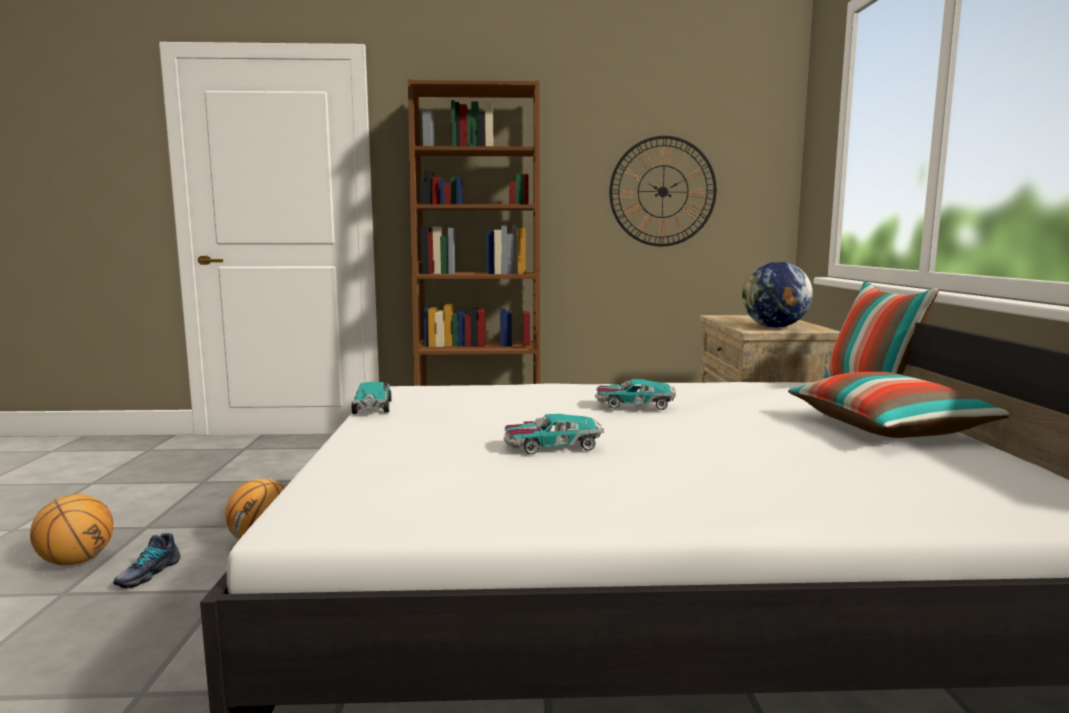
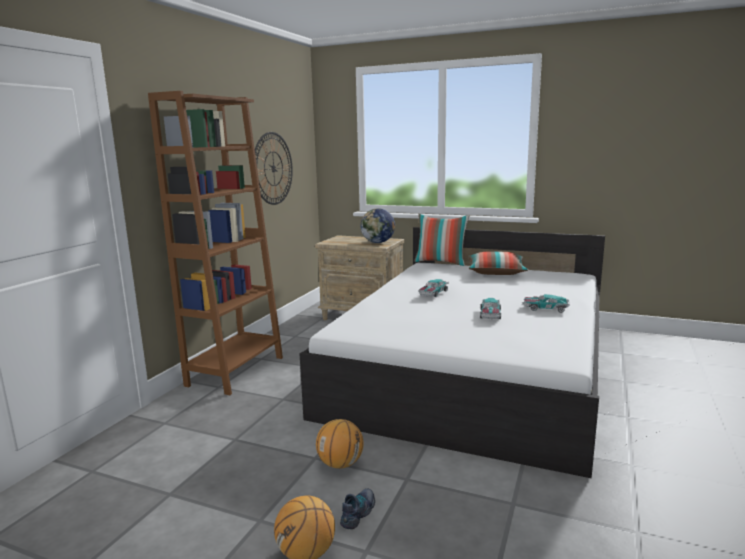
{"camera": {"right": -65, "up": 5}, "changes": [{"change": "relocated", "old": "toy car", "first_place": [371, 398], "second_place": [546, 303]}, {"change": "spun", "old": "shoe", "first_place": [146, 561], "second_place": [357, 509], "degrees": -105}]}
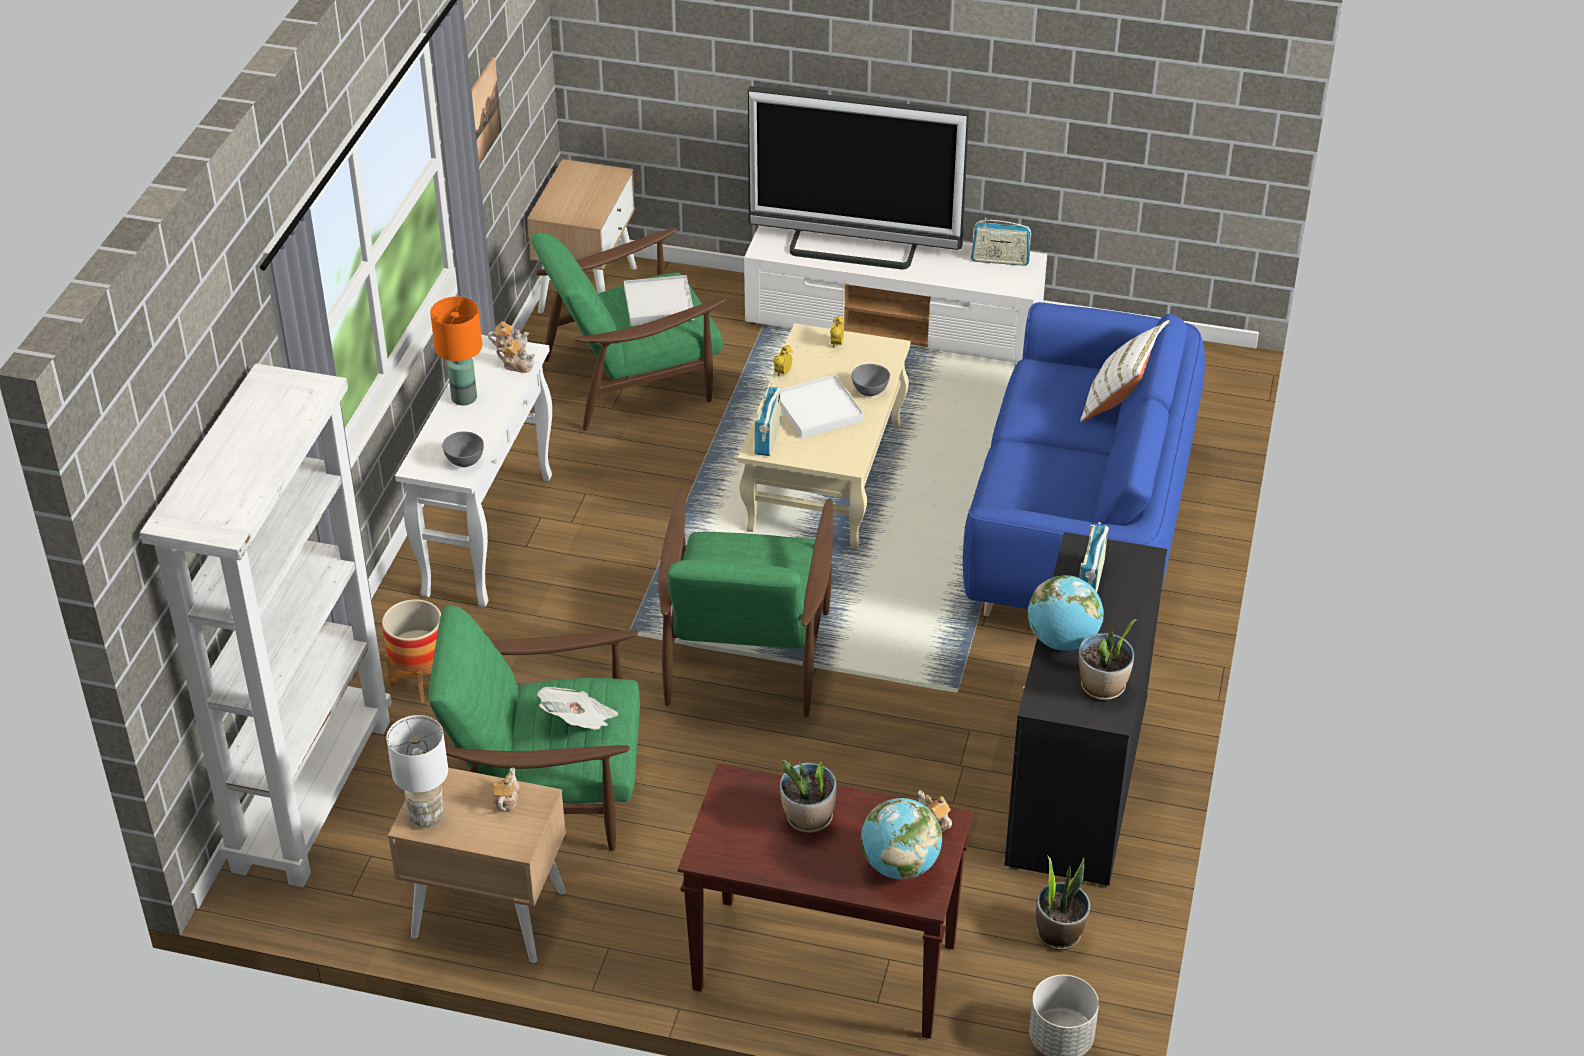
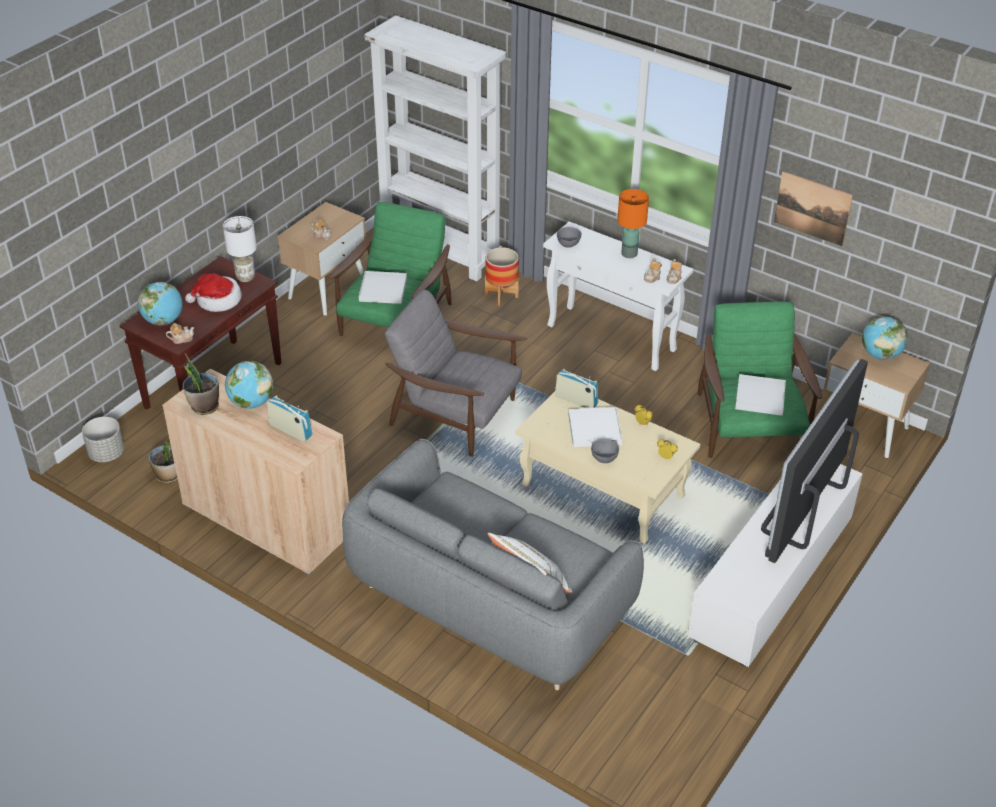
{"camera": {"right": 110, "up": 0}, "changes": [{"change": "missing", "old": "radio", "first_place": [1001, 242]}, {"change": "appeared", "new": "globe", "second_place": [885, 338]}, {"change": "relocated", "old": "white table lamp", "first_place": [417, 771], "second_place": [240, 249]}, {"change": "exchanged", "old": "newspaper", "new": "white tray", "first_place": [577, 708], "second_place": [383, 287]}, {"change": "exchanged", "old": "potted plant", "new": "hat", "first_place": [808, 796], "second_place": [213, 293]}, {"change": "colour", "old": "green armchair", "new": "grey armchair", "first_place": [745, 602], "second_place": [456, 373]}, {"change": "colour", "old": "blue sofa", "new": "grey sofa", "first_place": [1084, 459], "second_place": [493, 564]}, {"change": "colour", "old": "black cabinet", "new": "beige cabinet", "first_place": [1085, 709], "second_place": [255, 472]}]}
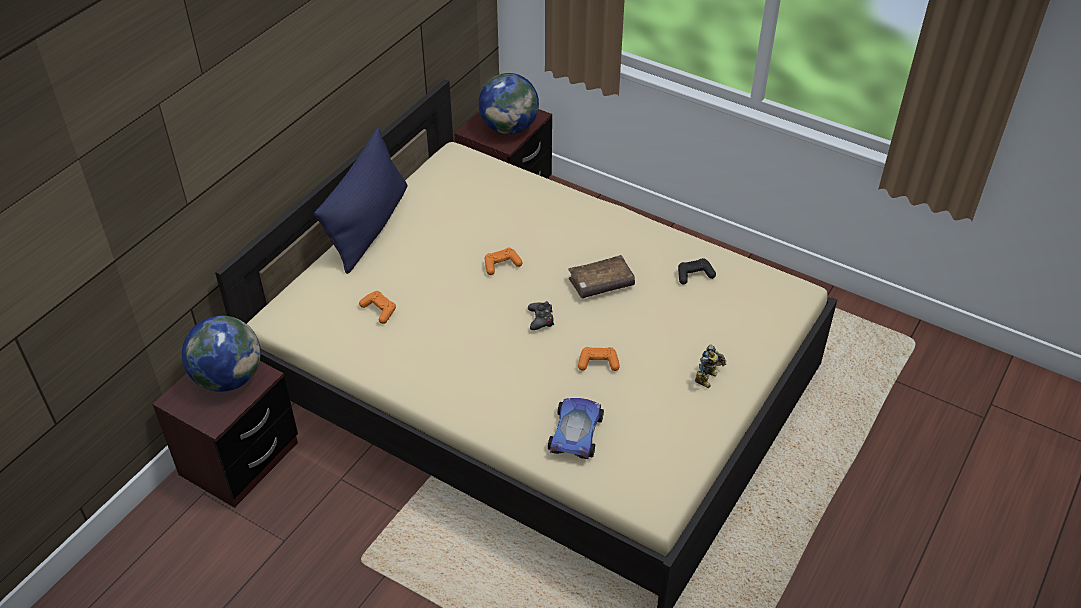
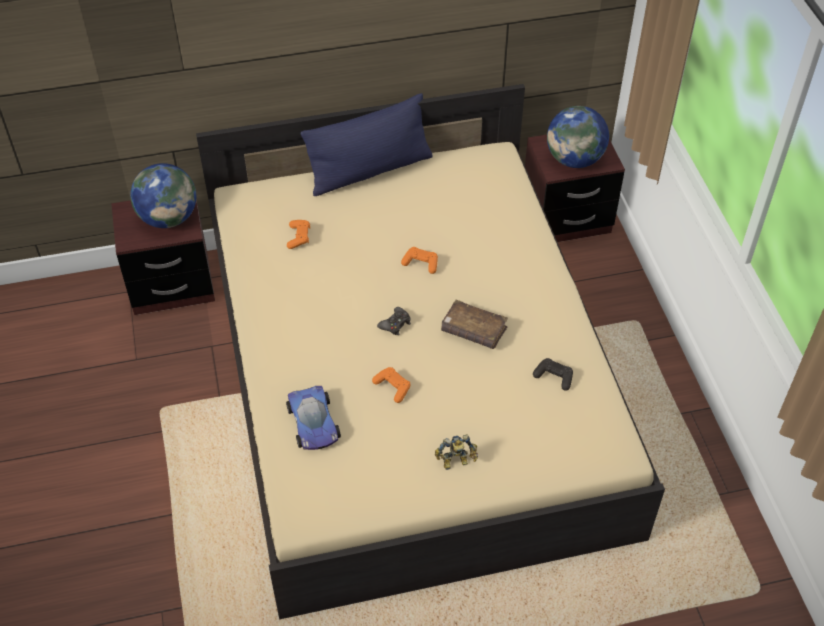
{"camera": {"right": 45, "up": 5}, "changes": [{"change": "spun", "old": "toy car", "first_place": [576, 428], "second_place": [313, 418], "degrees": 105}]}
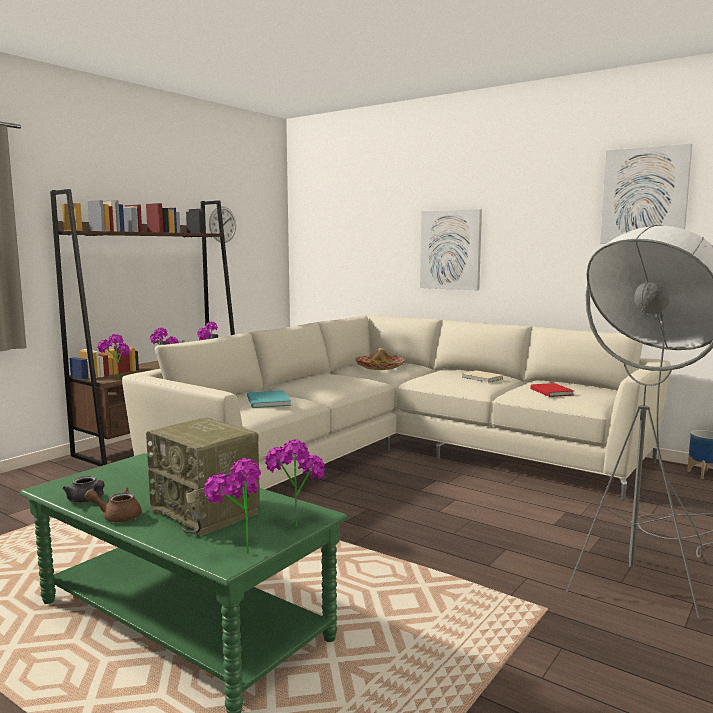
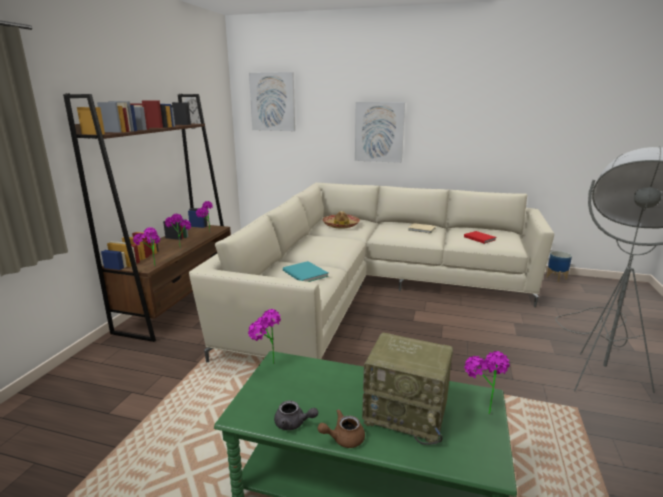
{"camera": {"right": -20, "up": 10}, "changes": [{"change": "relocated", "old": "potted plant", "first_place": [232, 505], "second_place": [264, 336]}, {"change": "relocated", "old": "picture", "first_place": [646, 194], "second_place": [272, 101]}]}
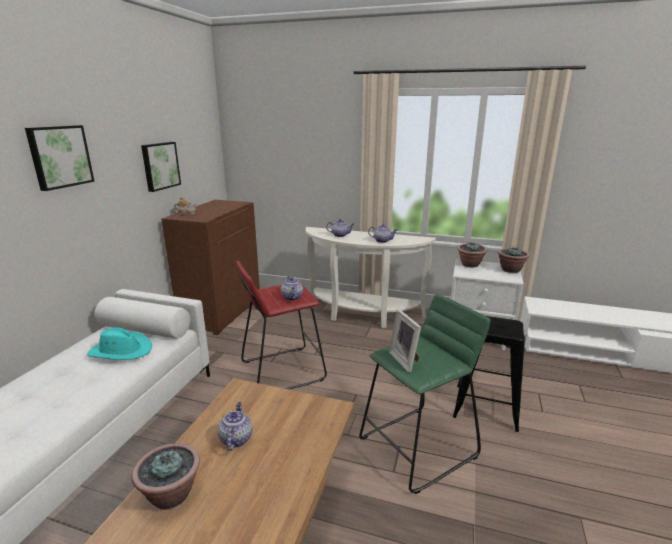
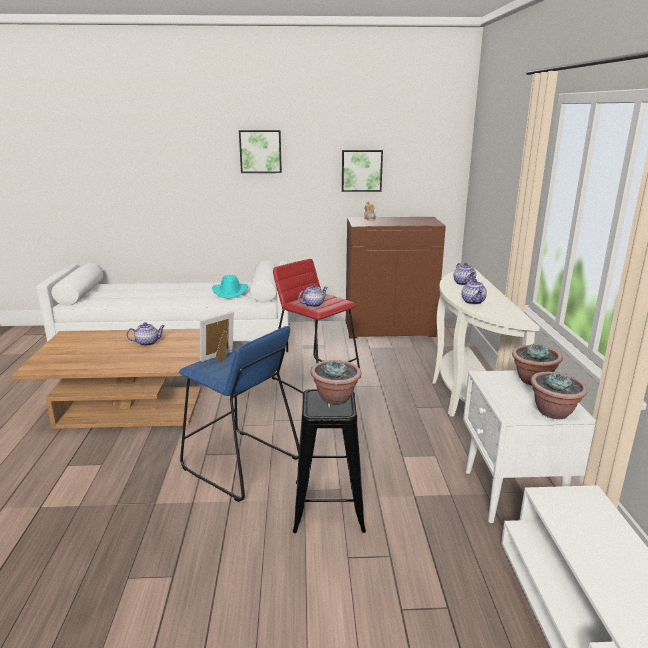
{"camera": {"right": 70, "up": 0}, "changes": [{"change": "relocated", "old": "potted plant", "first_place": [166, 476], "second_place": [335, 382]}, {"change": "colour", "old": "green stool", "new": "blue stool", "first_place": [424, 394], "second_place": [239, 414]}]}
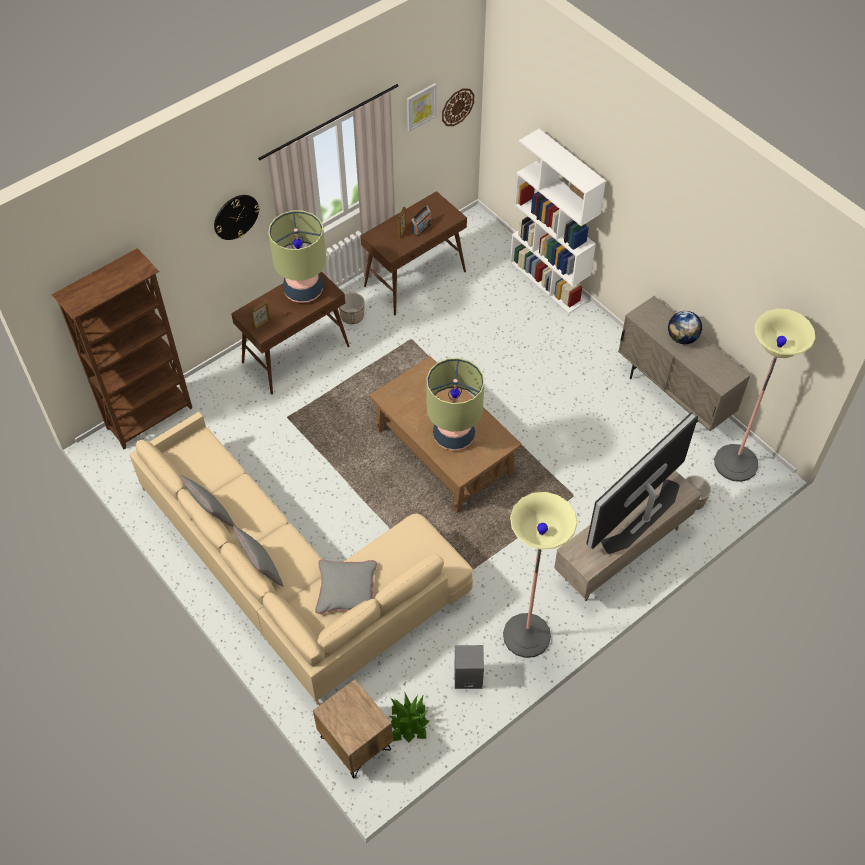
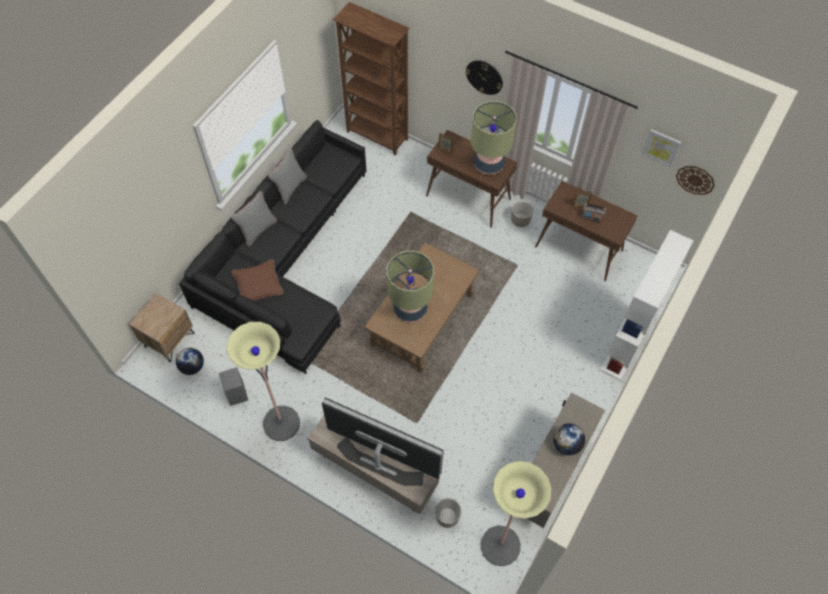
{"camera": {"right": 70, "up": 5}, "changes": [{"change": "exchanged", "old": "potted plant", "new": "globe", "first_place": [408, 718], "second_place": [190, 361]}, {"change": "colour", "old": "beige sofa", "new": "black sofa", "first_place": [301, 558], "second_place": [273, 247]}, {"change": "colour", "old": "grey pillow", "new": "brown pillow", "first_place": [346, 586], "second_place": [257, 280]}]}
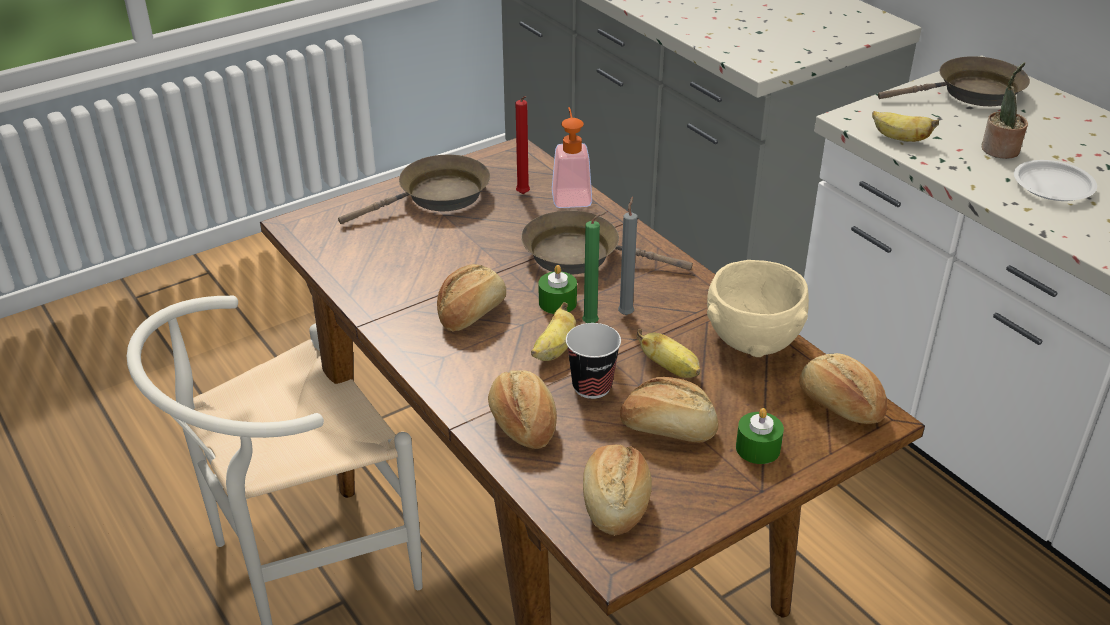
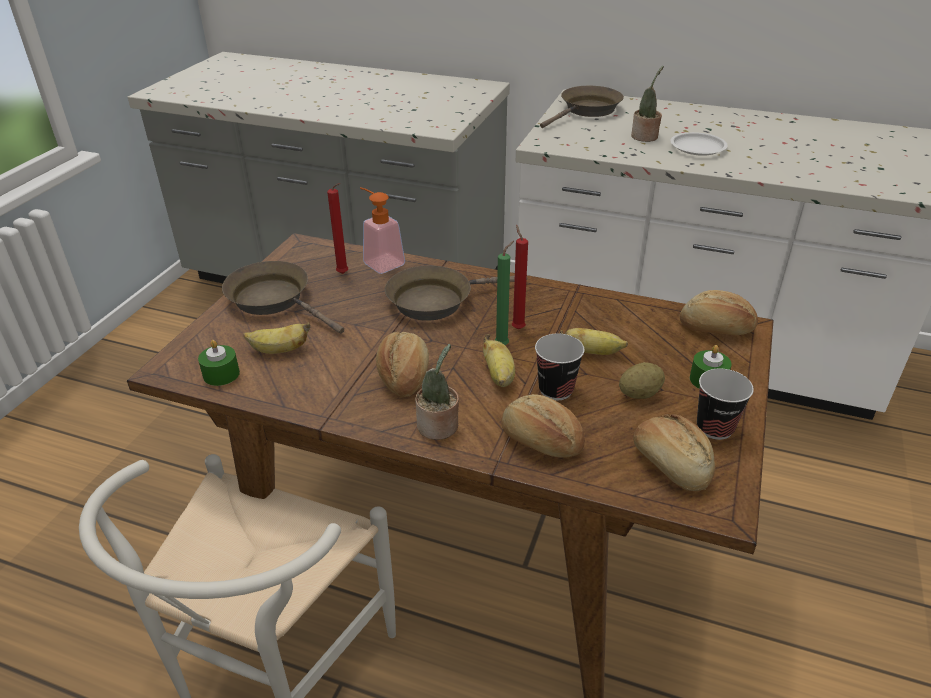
{"camera": {"right": -35, "up": 0}, "changes": [{"change": "missing", "old": "beige bowl", "first_place": [758, 308]}, {"change": "appeared", "new": "potted plant", "second_place": [437, 392]}, {"change": "appeared", "new": "cup", "second_place": [725, 404]}, {"change": "relocated", "old": "green candle", "first_place": [558, 289], "second_place": [219, 363]}, {"change": "relocated", "old": "banana", "first_place": [905, 126], "second_place": [277, 338]}, {"change": "exchanged", "old": "bread", "new": "potato", "first_place": [669, 409], "second_place": [642, 380]}, {"change": "colour", "old": "grey candle", "new": "red candle", "first_place": [627, 255], "second_place": [520, 277]}, {"change": "spun", "old": "brown frying pan", "first_place": [414, 189], "second_place": [283, 297], "degrees": -75}]}
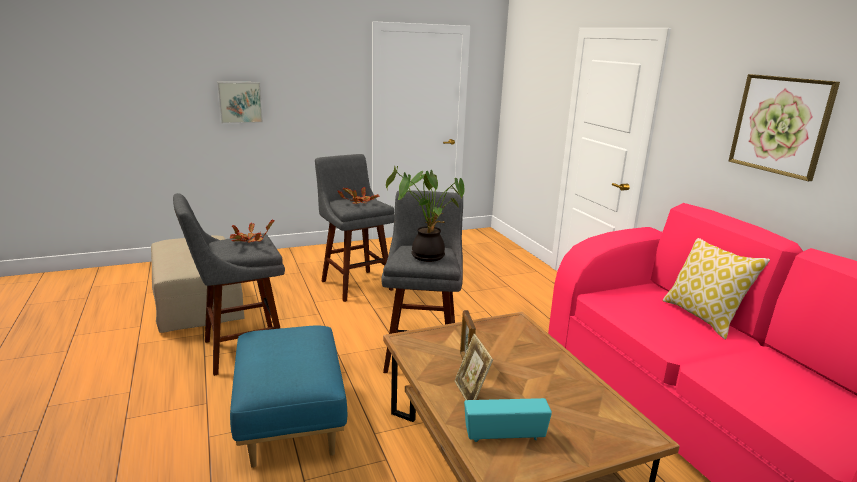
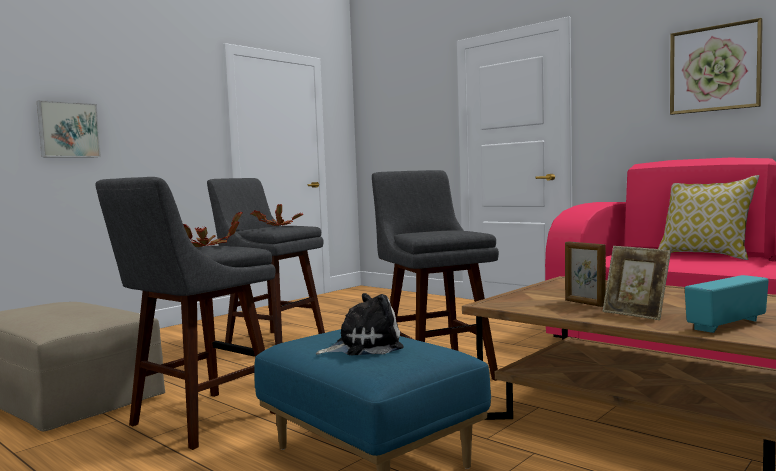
{"camera": {"right": -25, "up": -15}, "changes": [{"change": "missing", "old": "potted plant", "first_place": [425, 214]}, {"change": "appeared", "new": "plush toy", "second_place": [359, 324]}]}
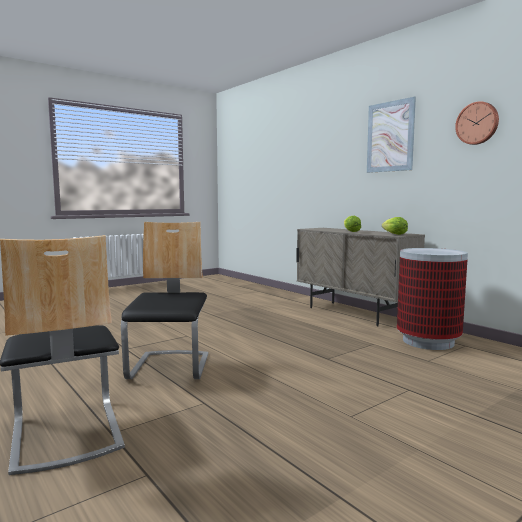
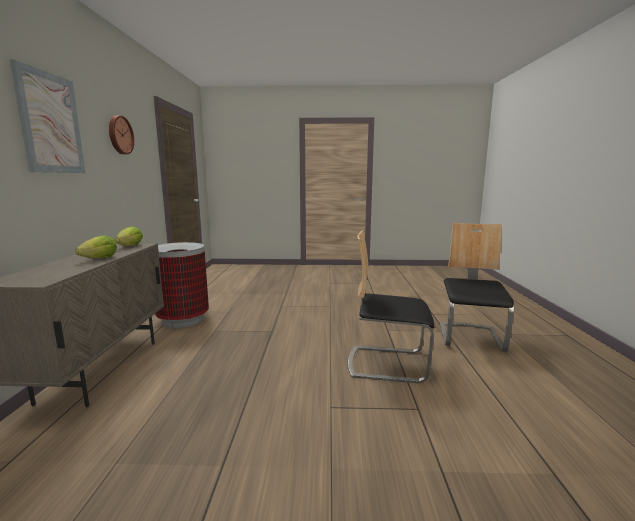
{"camera": {"right": -140, "up": 5}, "changes": [{"change": "spun", "old": "chair", "first_place": [164, 300], "second_place": [391, 306], "degrees": 60}]}
